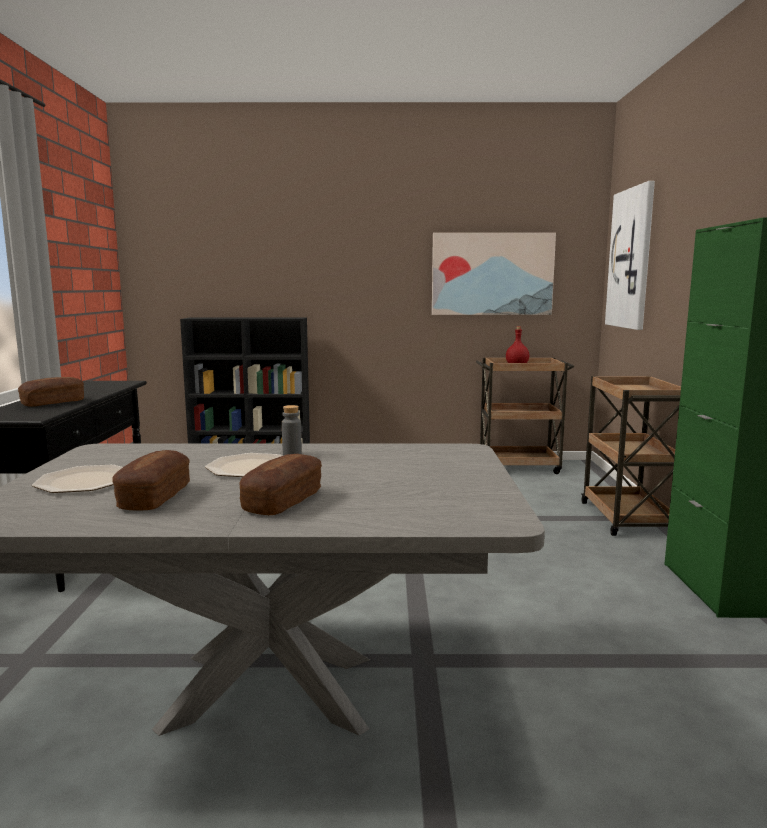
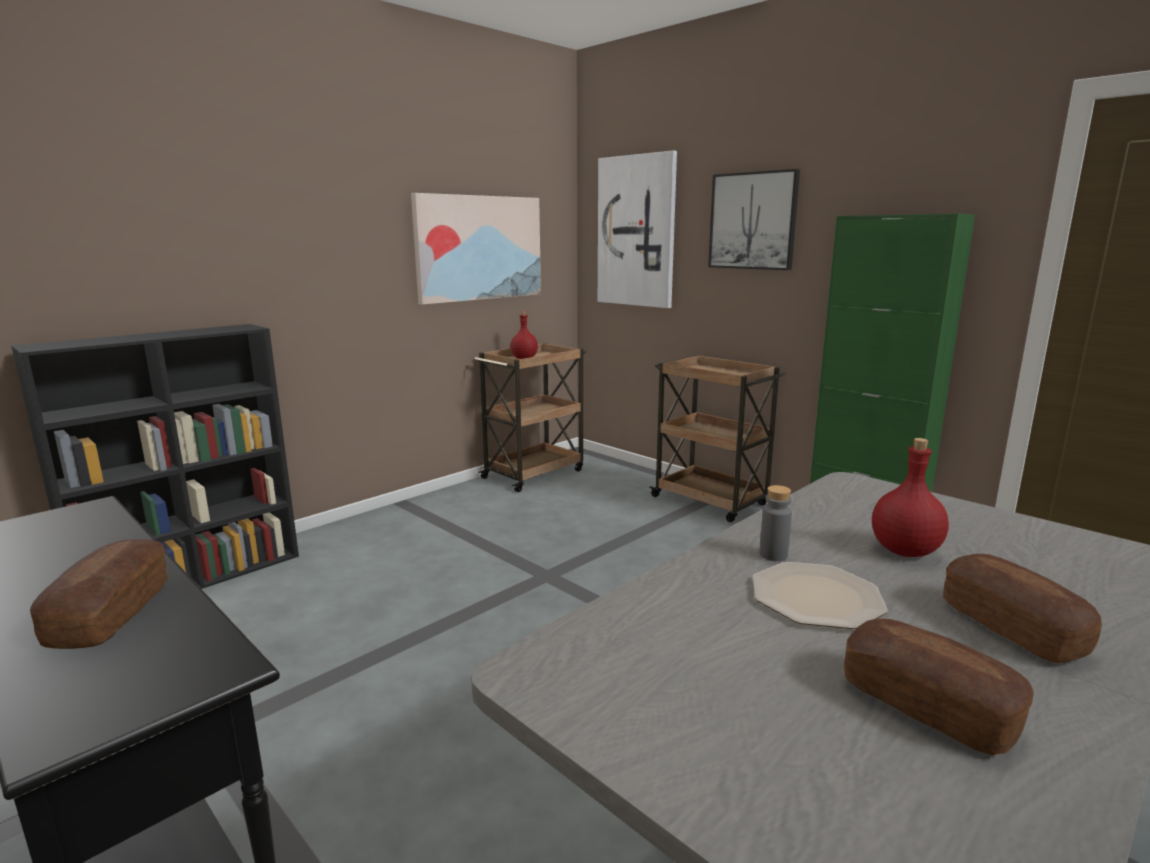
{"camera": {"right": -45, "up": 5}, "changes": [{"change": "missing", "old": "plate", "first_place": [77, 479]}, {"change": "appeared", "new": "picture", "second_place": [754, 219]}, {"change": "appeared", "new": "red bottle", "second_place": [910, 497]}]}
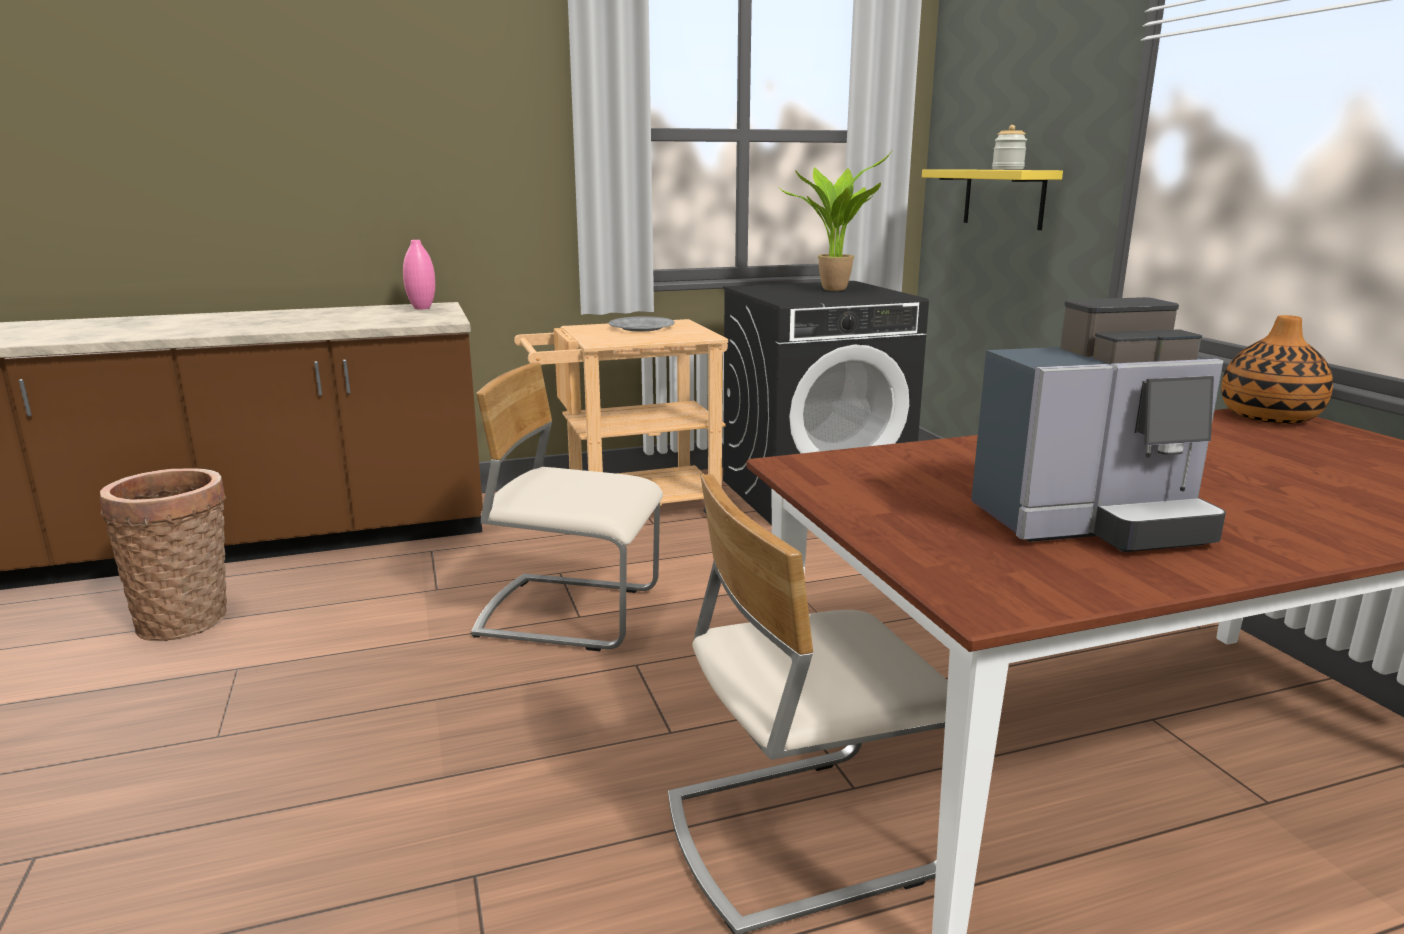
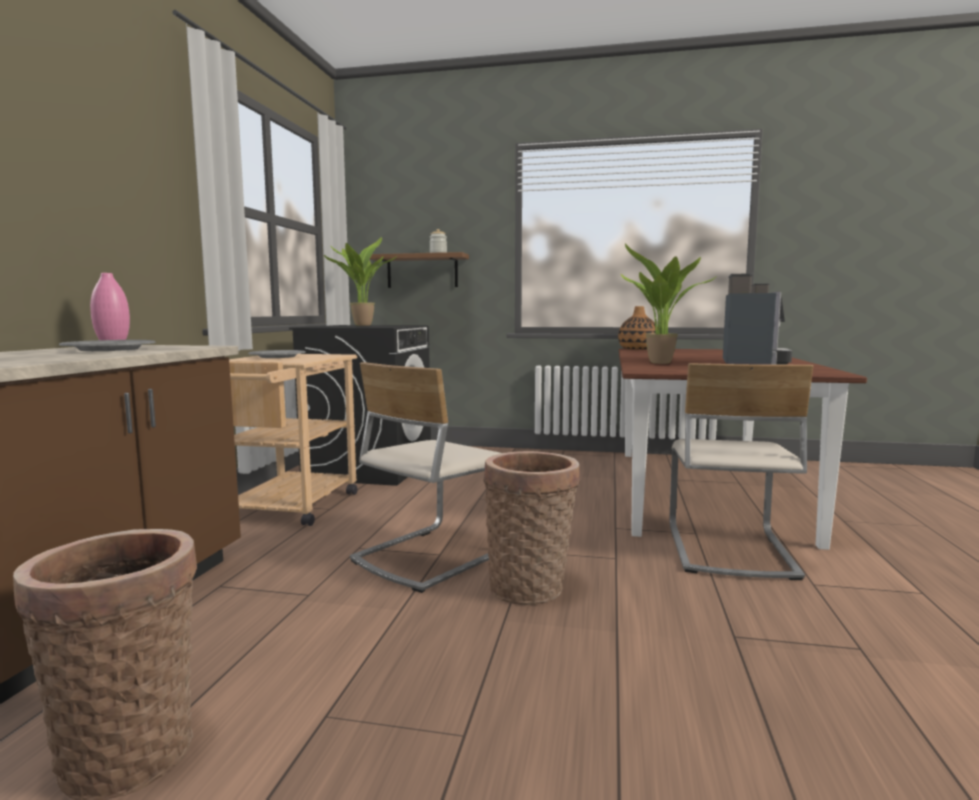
{"camera": {"right": -60, "up": -10}, "changes": [{"change": "appeared", "new": "grey plate", "second_place": [107, 345]}, {"change": "appeared", "new": "basket", "second_place": [531, 528]}, {"change": "appeared", "new": "potted plant", "second_place": [668, 304]}, {"change": "colour", "old": "yellow shelf", "new": "brown shelf", "first_place": [992, 199], "second_place": [419, 270]}]}
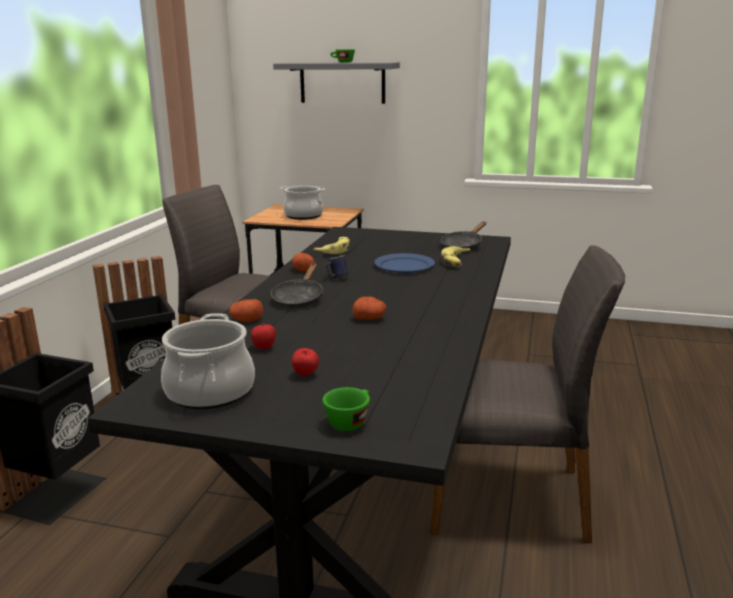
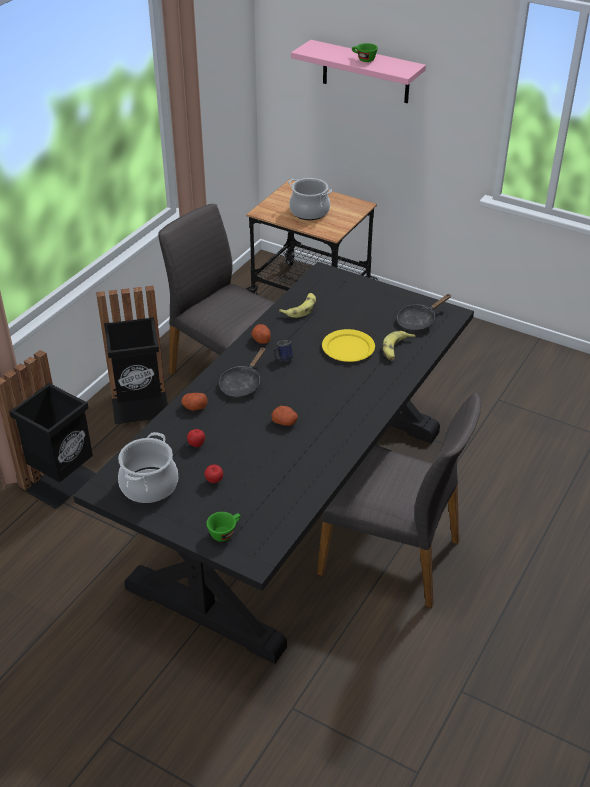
{"camera": {"right": 15, "up": 20}, "changes": [{"change": "colour", "old": "grey shelf", "new": "pink shelf", "first_place": [336, 83], "second_place": [358, 71]}, {"change": "colour", "old": "blue plate", "new": "yellow plate", "first_place": [404, 263], "second_place": [348, 345]}]}
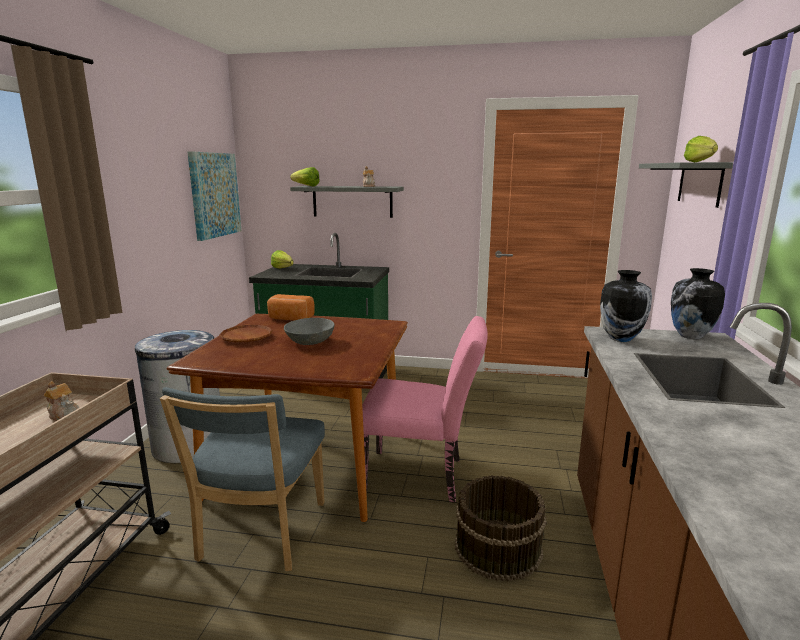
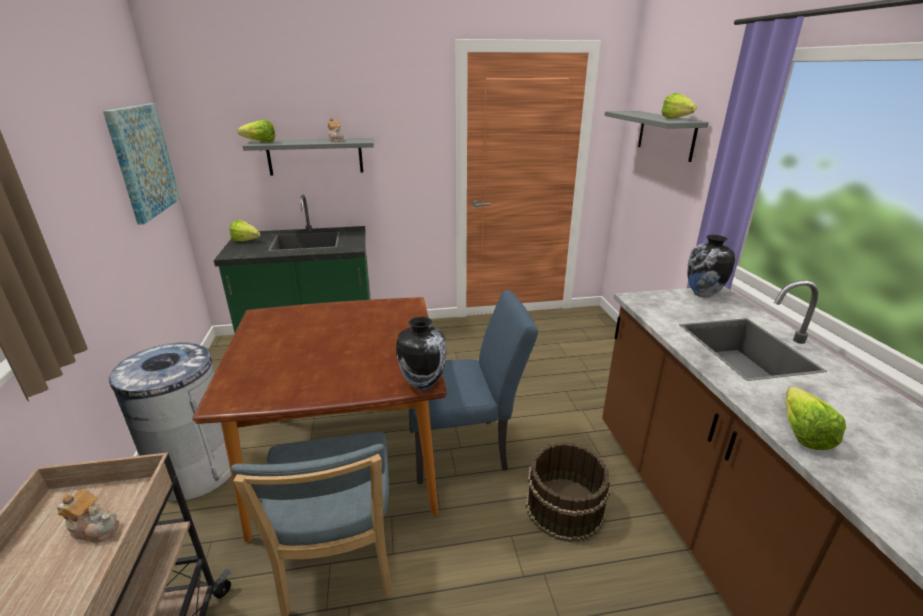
{"camera": {"right": -20, "up": 10}, "changes": [{"change": "missing", "old": "brown plate", "first_place": [246, 333]}, {"change": "missing", "old": "bread", "first_place": [291, 307]}, {"change": "missing", "old": "grey bowl", "first_place": [309, 331]}, {"change": "appeared", "new": "lettuce", "second_place": [815, 418]}, {"change": "relocated", "old": "vase", "first_place": [626, 306], "second_place": [421, 353]}, {"change": "colour", "old": "pink chair", "new": "blue chair", "first_place": [425, 409], "second_place": [473, 387]}]}
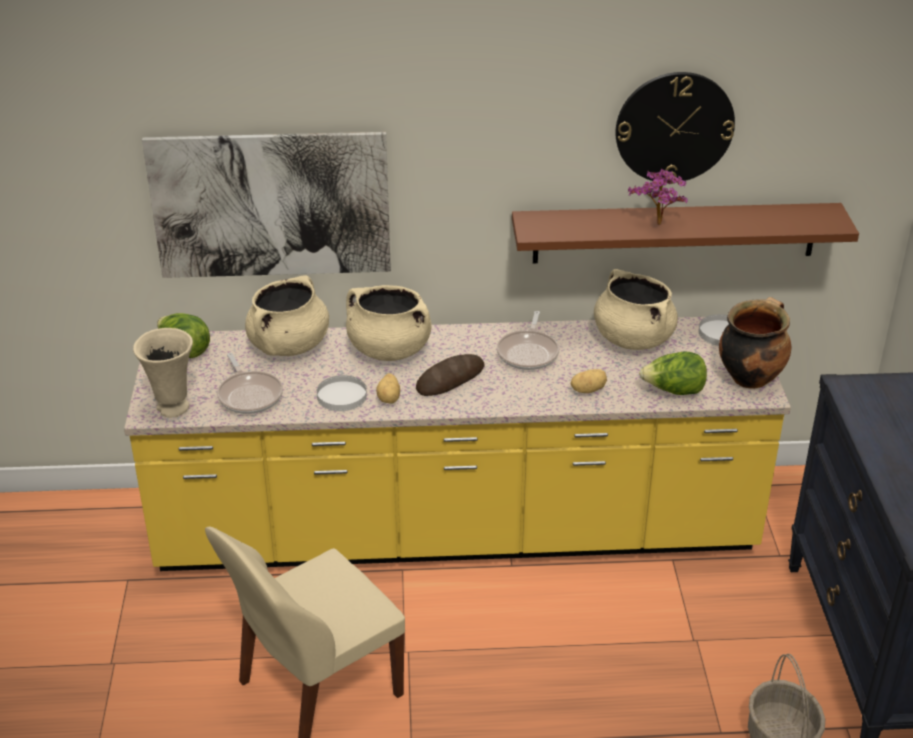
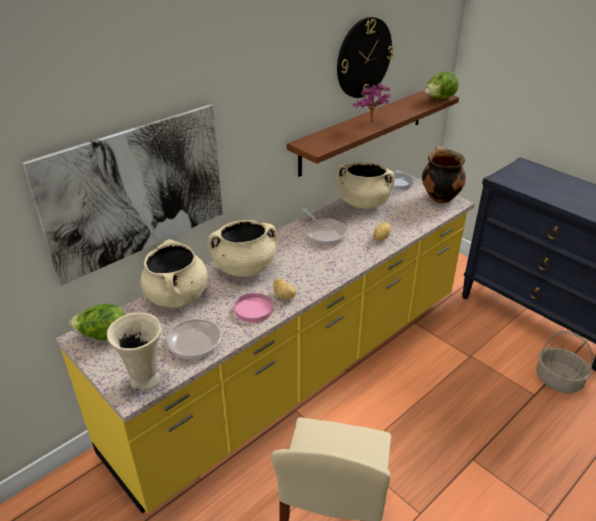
{"camera": {"right": -40, "up": 0}, "changes": [{"change": "missing", "old": "bread", "first_place": [450, 375]}, {"change": "relocated", "old": "lettuce", "first_place": [673, 373], "second_place": [442, 85]}, {"change": "colour", "old": "white plate", "new": "pink plate", "first_place": [342, 393], "second_place": [253, 308]}]}
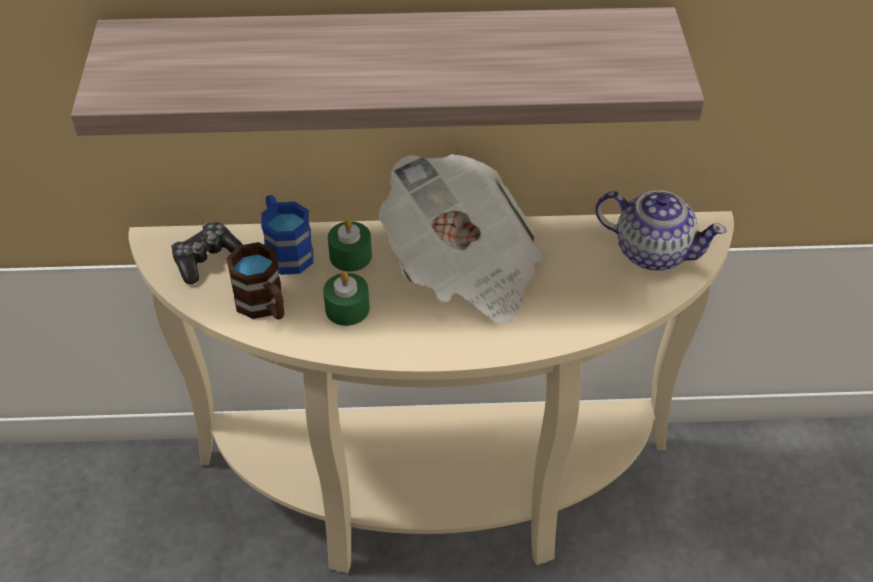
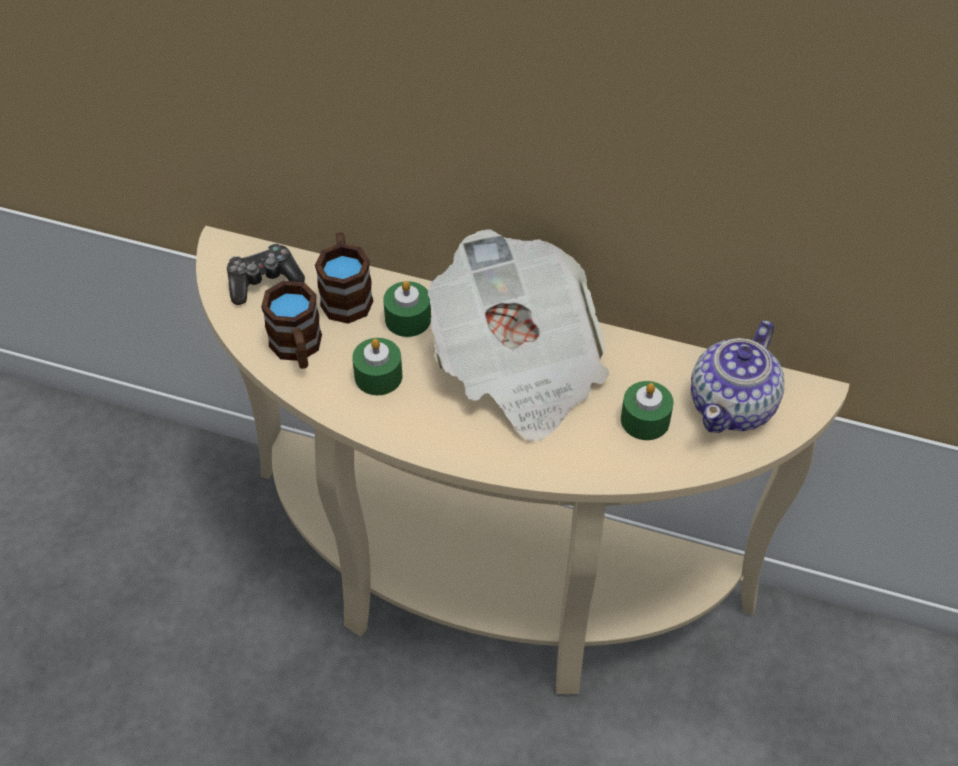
{"camera": {"right": 20, "up": 5}, "changes": [{"change": "missing", "old": "shelf", "first_place": [388, 71]}, {"change": "appeared", "new": "green candle", "second_place": [647, 410]}, {"change": "colour", "old": "blue mug", "new": "brown mug", "first_place": [287, 235], "second_place": [344, 278]}, {"change": "spun", "old": "teapot", "first_place": [661, 230], "second_place": [737, 376], "degrees": 75}]}
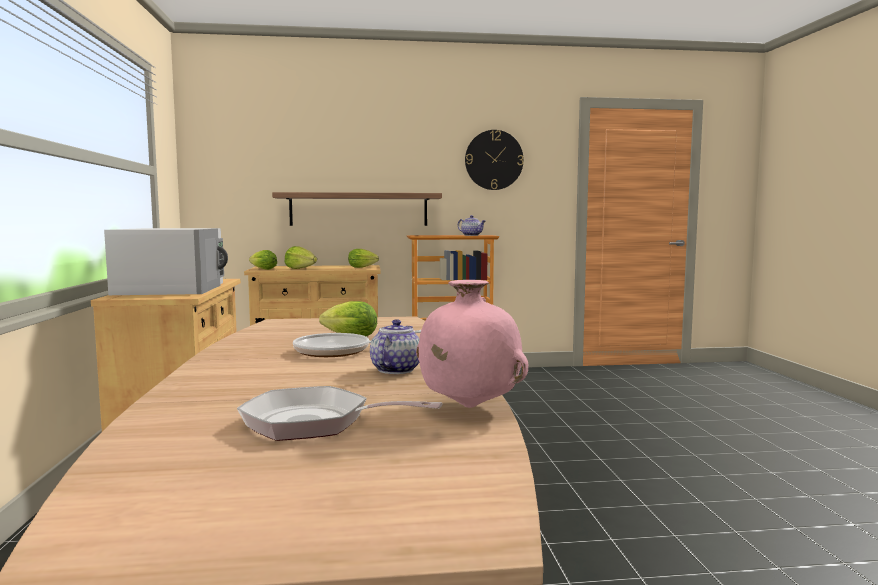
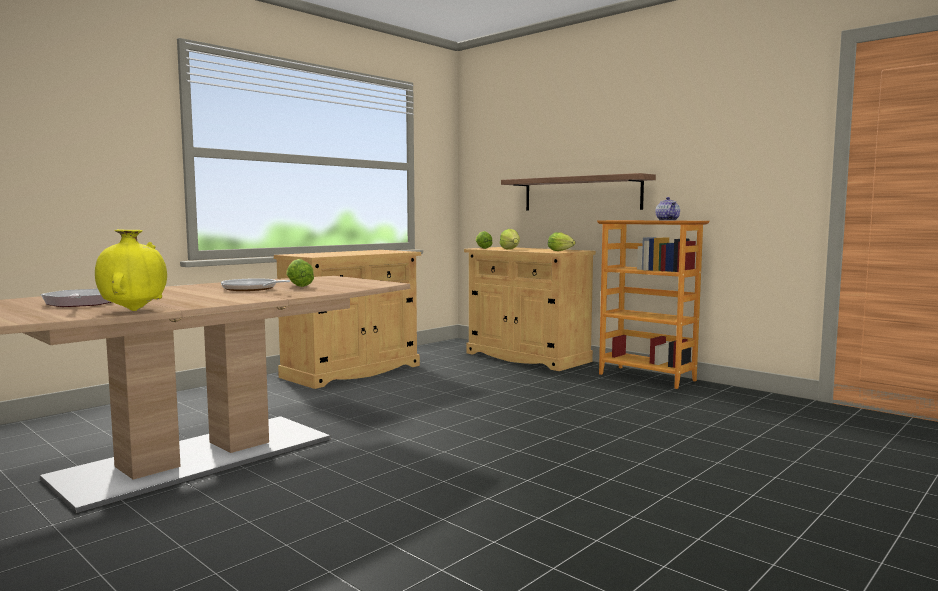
{"camera": {"right": 50, "up": 0}, "changes": [{"change": "missing", "old": "white microwave", "first_place": [166, 261]}, {"change": "missing", "old": "teapot", "first_place": [394, 346]}, {"change": "missing", "old": "wall clock", "first_place": [494, 160]}, {"change": "colour", "old": "pink vase", "new": "yellow vase", "first_place": [472, 344], "second_place": [131, 270]}]}
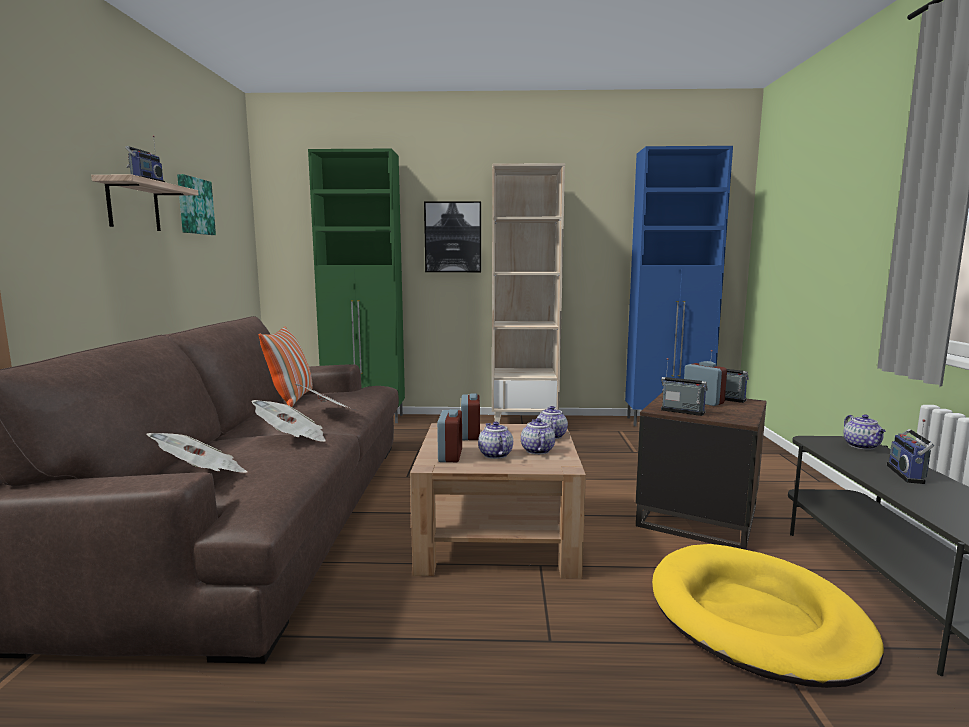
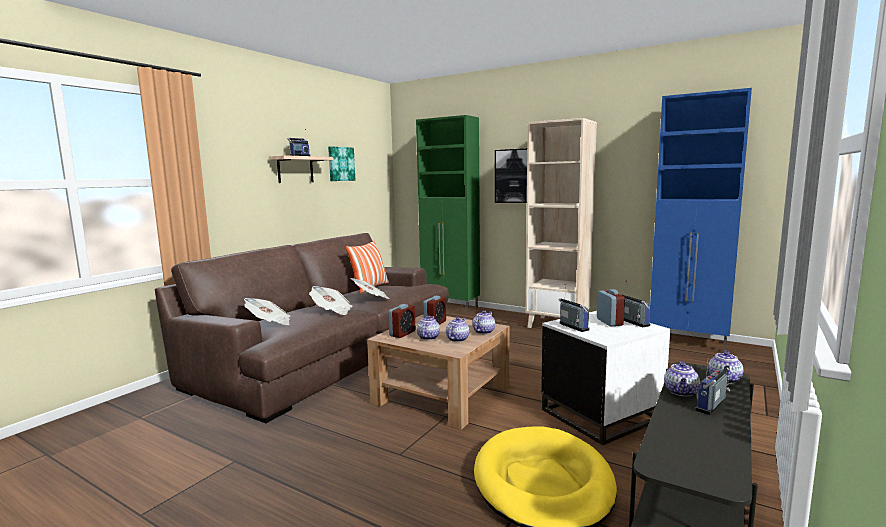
{"camera": {"right": 30, "up": 0}, "changes": [{"change": "appeared", "new": "teapot", "second_place": [682, 378]}, {"change": "colour", "old": "brown side table", "new": "white side table", "first_place": [701, 471], "second_place": [605, 378]}]}
